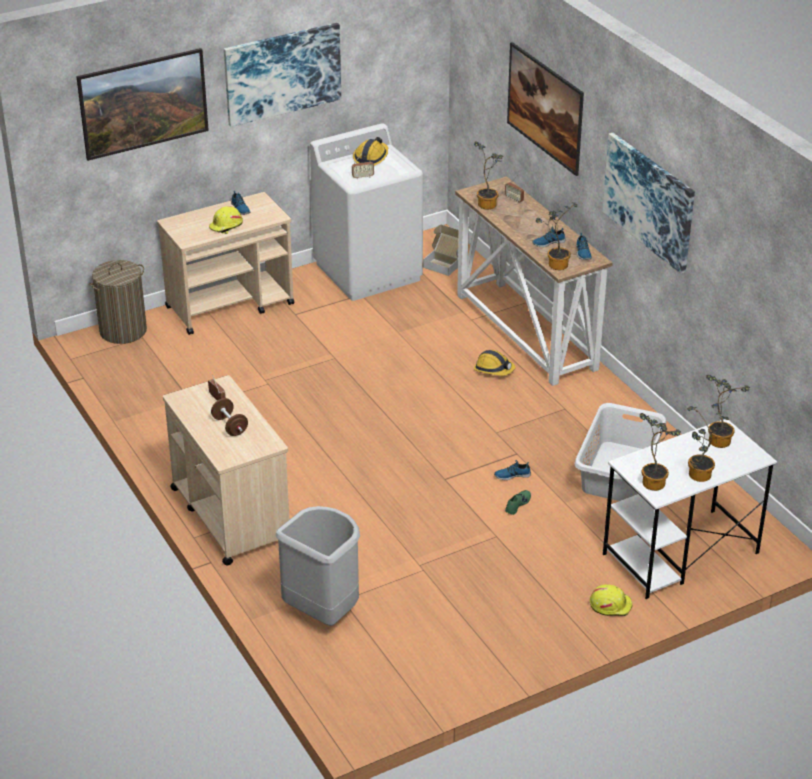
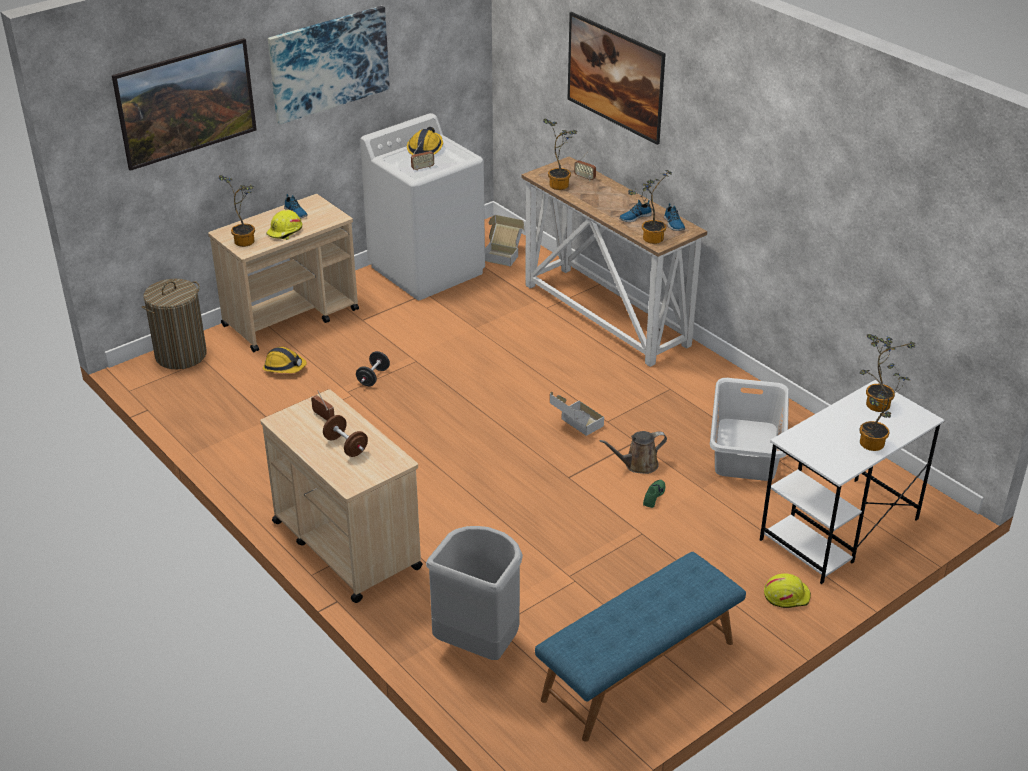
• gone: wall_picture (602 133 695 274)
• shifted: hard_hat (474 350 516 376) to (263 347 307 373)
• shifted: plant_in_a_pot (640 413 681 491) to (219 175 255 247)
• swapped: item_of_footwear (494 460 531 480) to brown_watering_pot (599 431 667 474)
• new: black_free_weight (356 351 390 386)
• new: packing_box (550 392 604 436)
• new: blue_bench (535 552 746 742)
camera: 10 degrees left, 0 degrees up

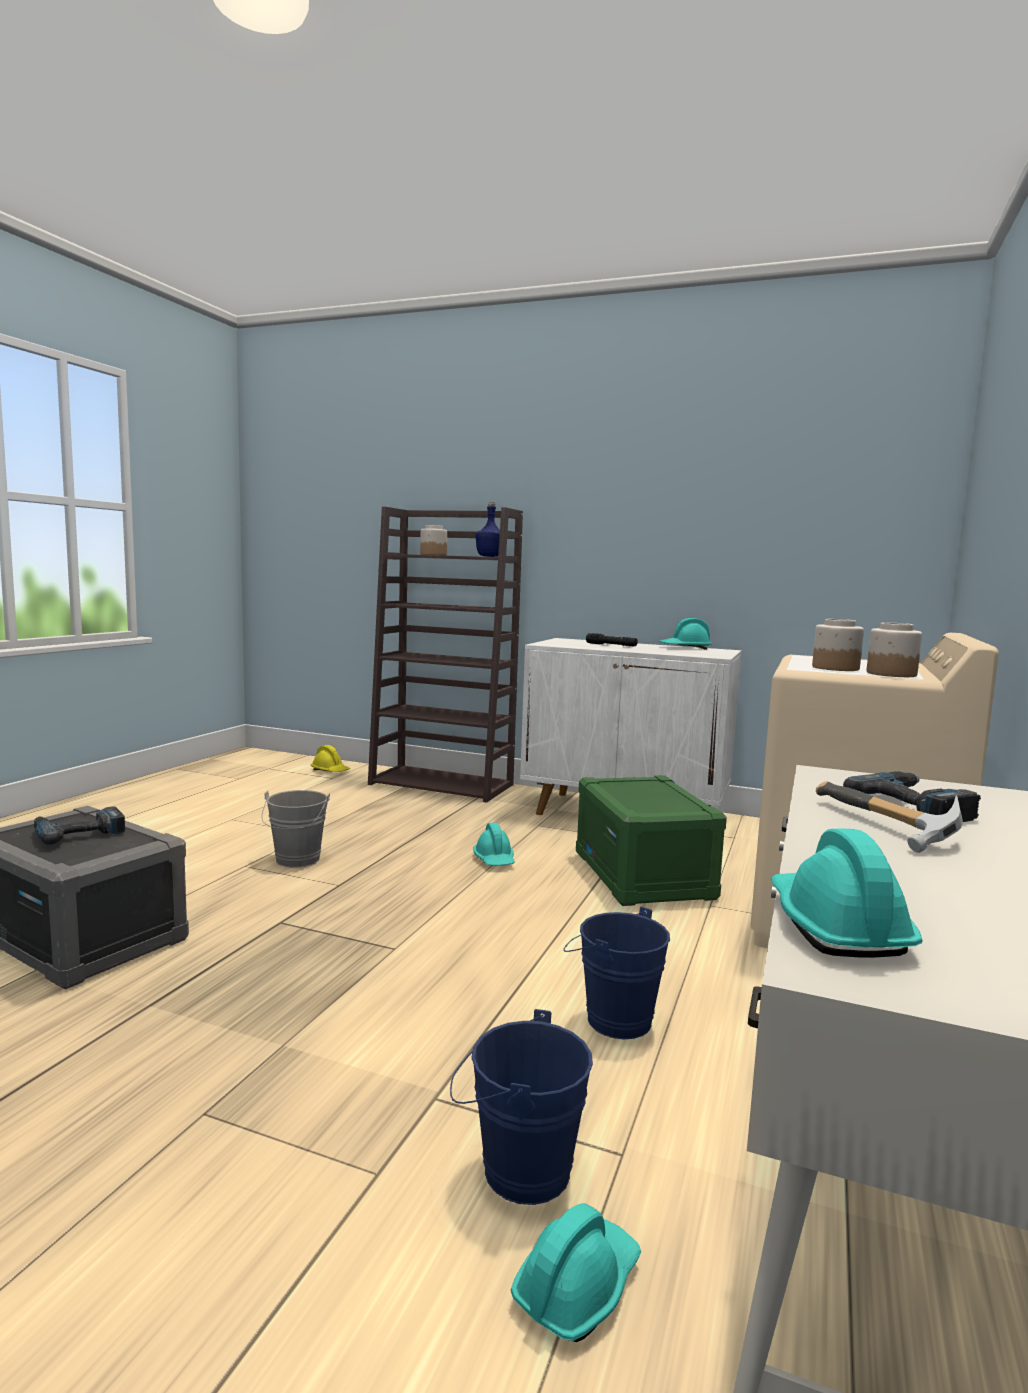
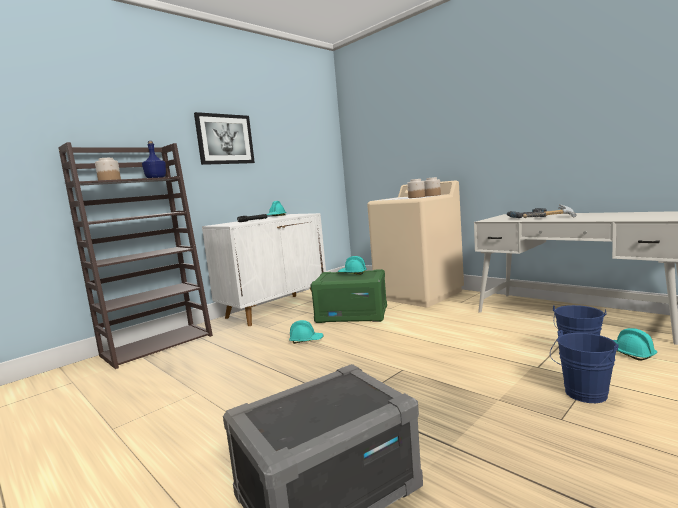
• gone: yellow-coloured_hard_hat (310 745 350 772)
• gone: gray_pail (262 790 330 867)
• gone: power_drill (34 807 125 845)
• shifted: blue-green_hard_hat (771 829 923 958) to (338 256 367 275)
• shifted: blue_pail (563 907 670 1039) to (550 330 619 403)
• new: wall_picture (194 112 255 165)
camera: 65 degrees left, 0 degrees up

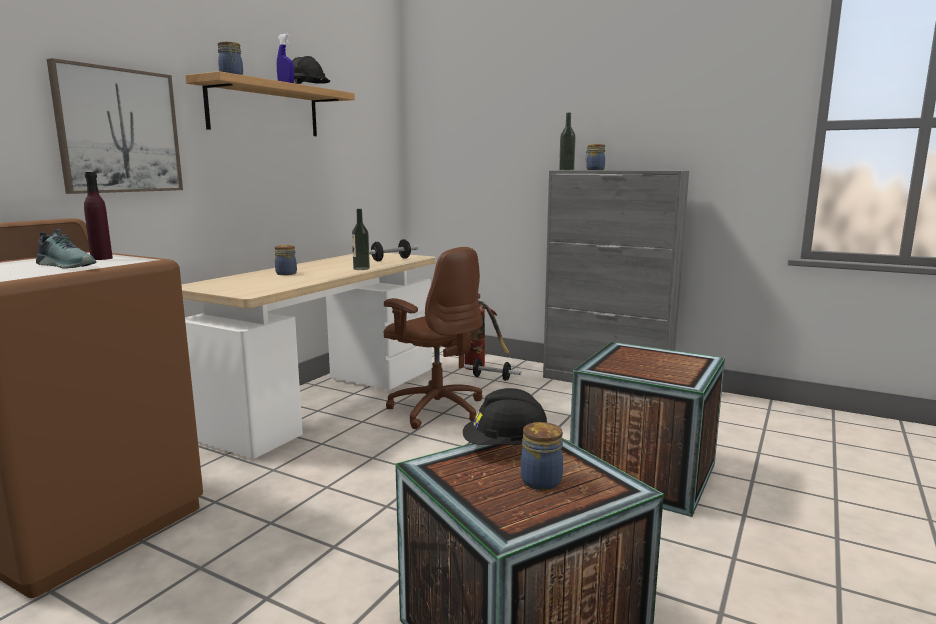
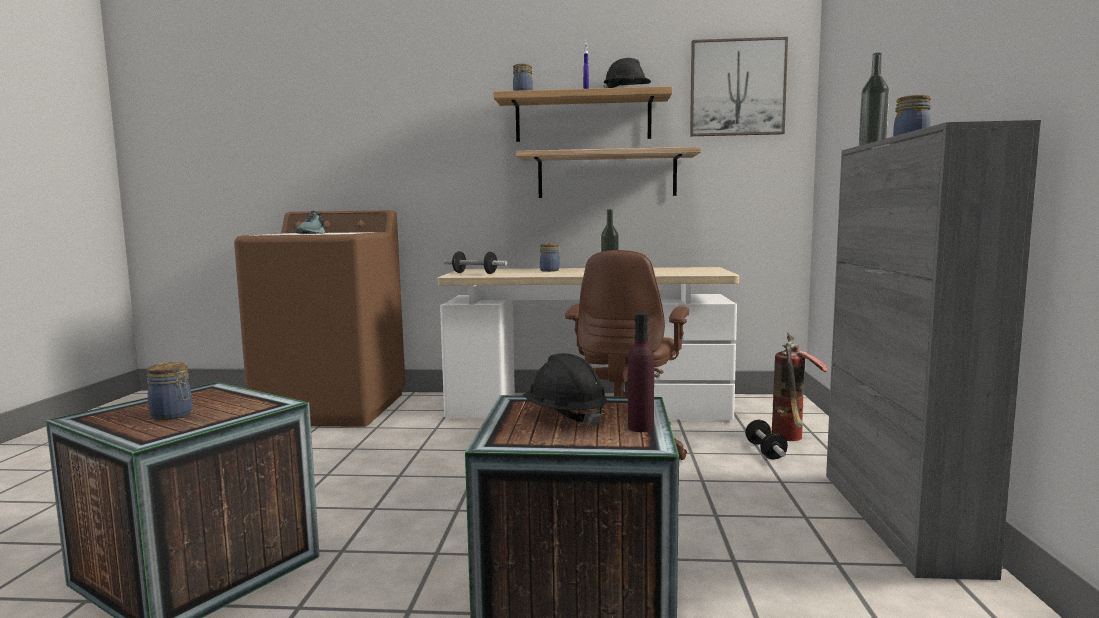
• shifted: wall_picture (47 58 183 194) to (690 37 788 136)
• shifted: purple-coloured_drink_bottle (84 172 113 260) to (628 313 654 432)
• shifted: free_weight (369 239 418 261) to (443 251 507 274)
• shifted: black_hard_hat (463 388 547 445) to (523 353 607 427)
• new: wall_shelf (516 147 701 198)
camera: 65 degrees right, 5 degrees down

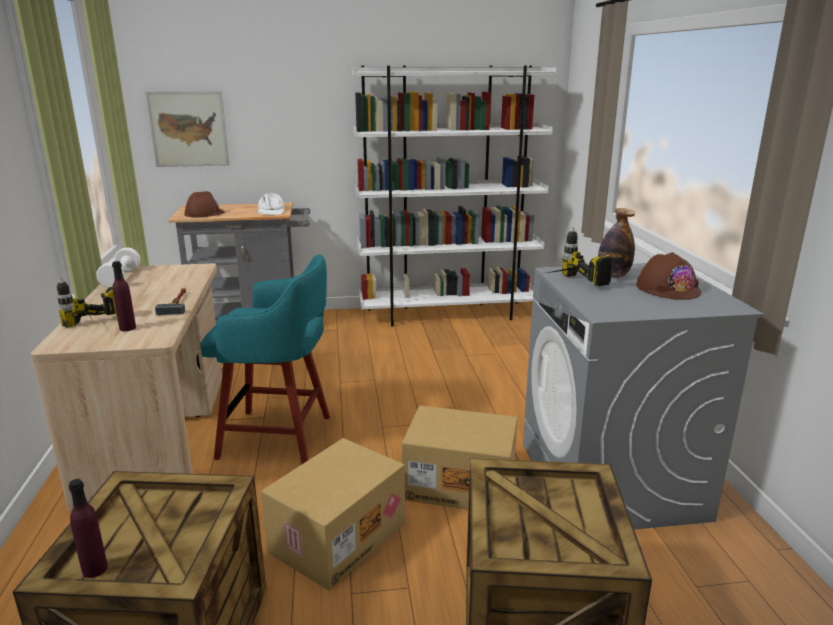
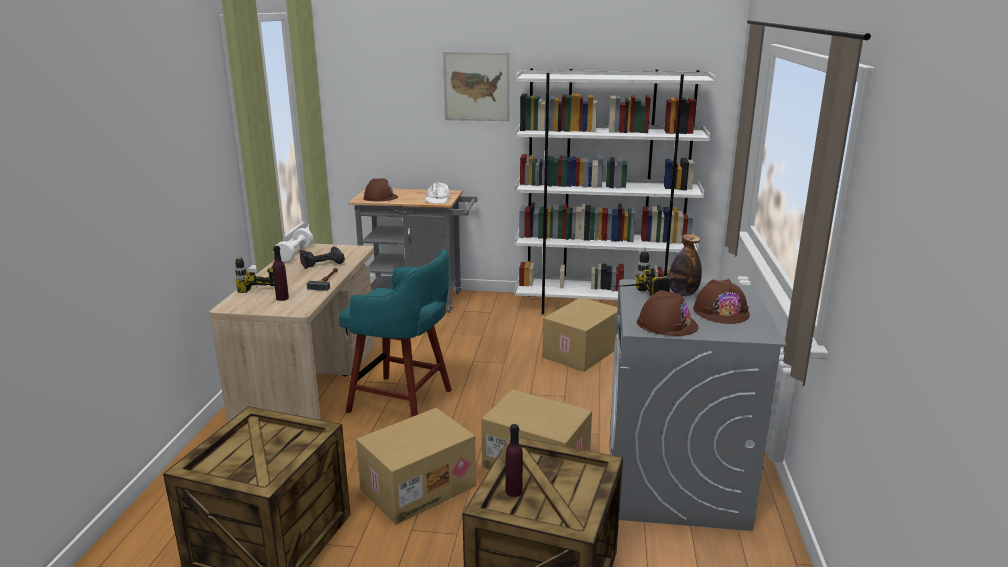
• shifted: wall_picture (145 91 230 167) to (443 52 510 121)
• shifted: purple-coloured_drink_bottle (69 479 108 578) to (506 424 523 497)
• new: power_drill (299 247 345 269)
• new: brown_hard_hat (637 290 699 336)
• new: packing_box (542 297 617 372)
camera: 15 degrees right, 0 degrees up

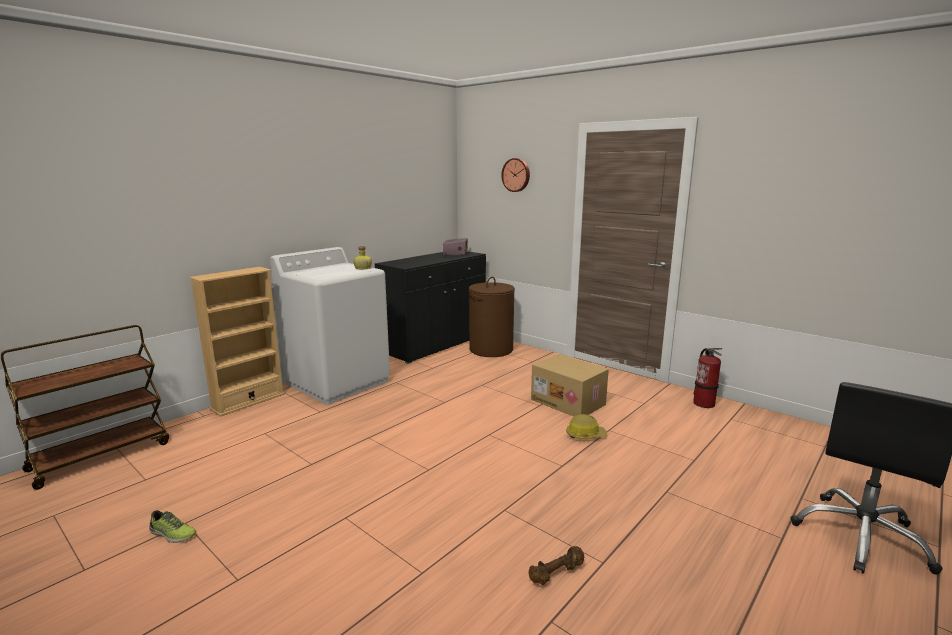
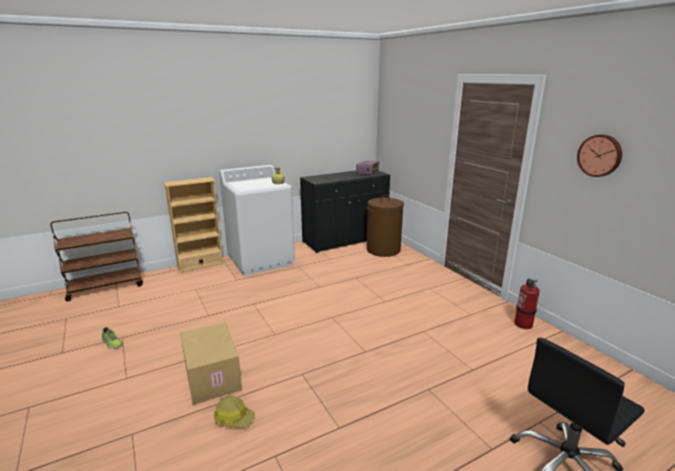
• shifted: clock_on_the_wall (501 158 530 192) to (577 135 622 177)
• shifted: packing_box (531 354 609 417) to (181 322 242 404)
• shifted: hard_hat (566 414 607 439) to (214 396 256 428)
• gone: brown_free_weight (529 546 585 585)
camera: 20 degrees right, 5 degrees up

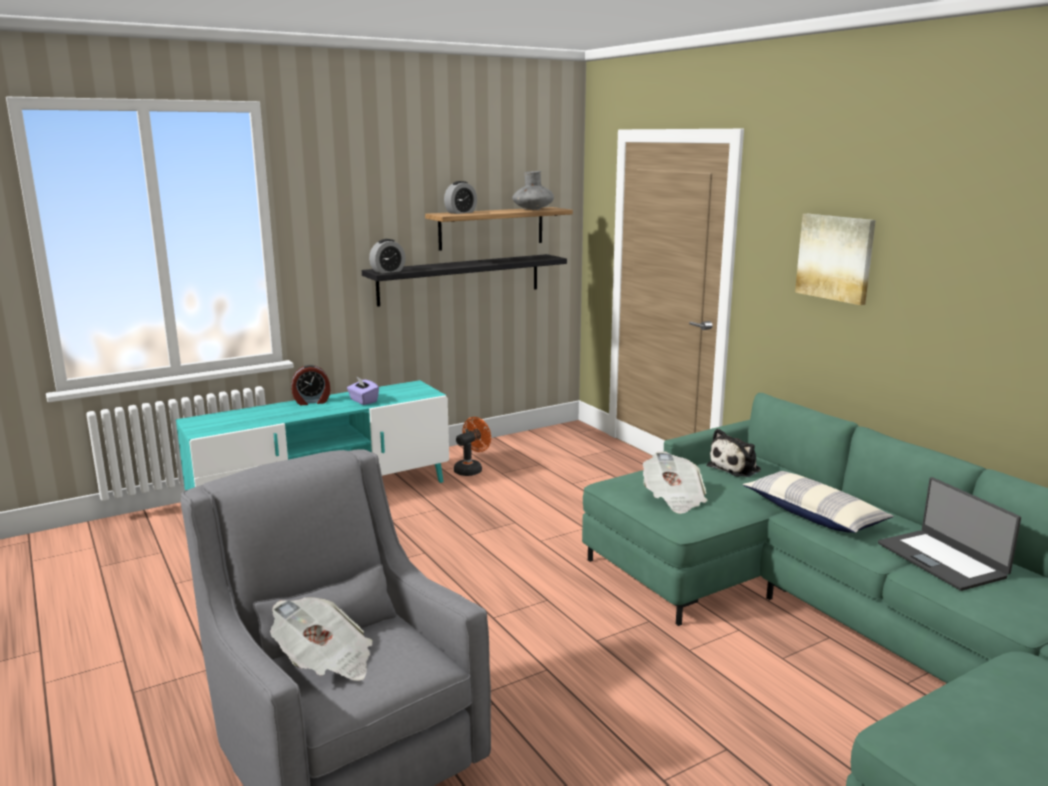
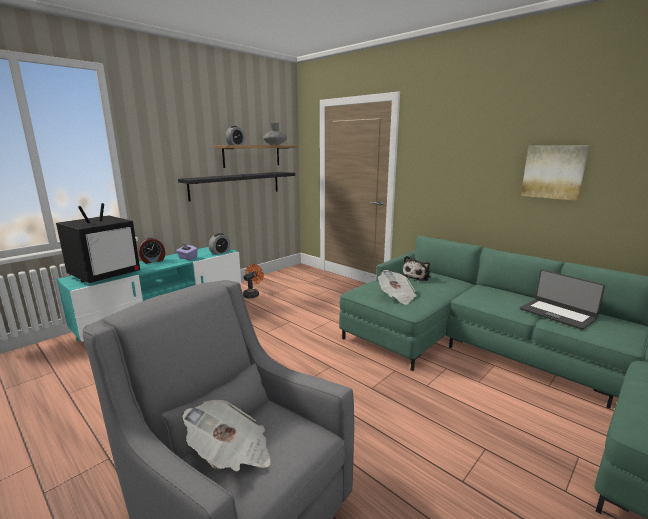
• shifted: wall_picture (795 214 876 305) to (521 145 589 201)
• shifted: alarm_clock (369 239 406 273) to (209 233 230 255)
• gone: throw_pillow (743 471 894 533)
• new: television (56 203 140 283)
camera: 15 degrees left, 0 degrees up

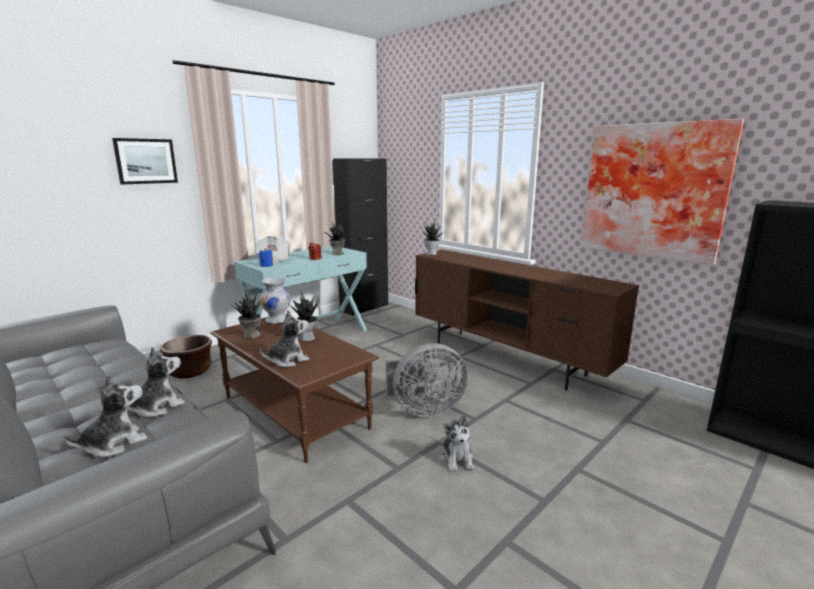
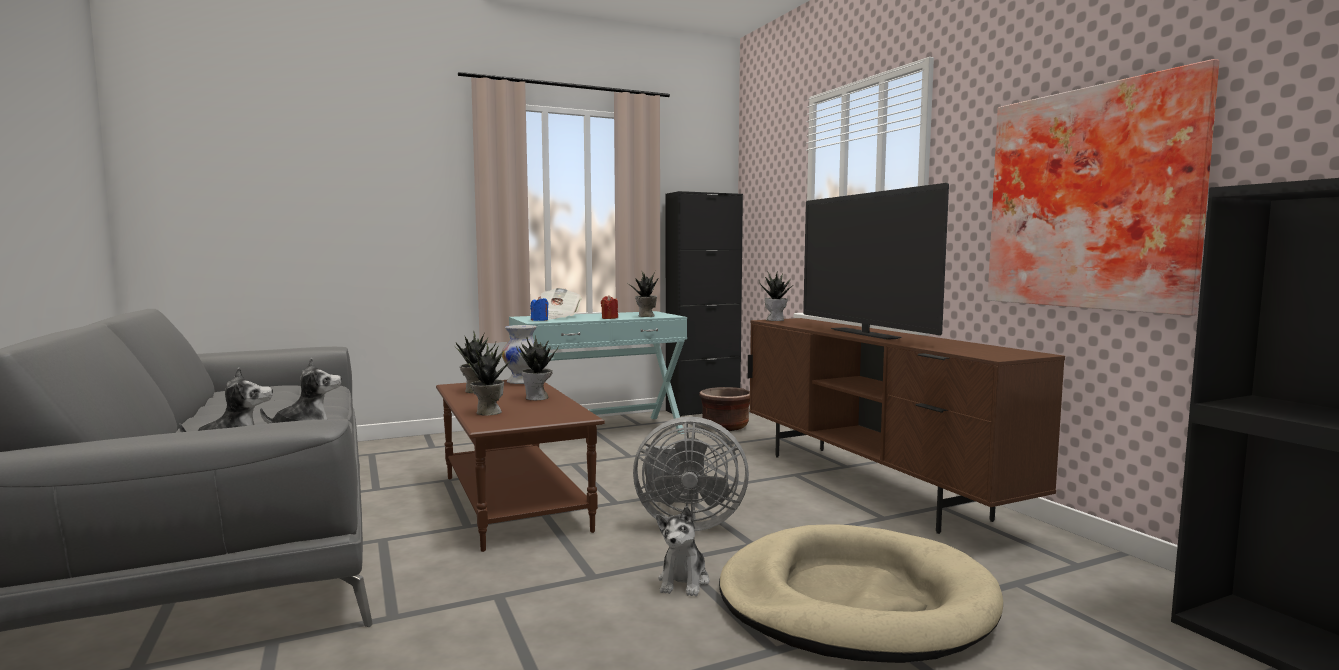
• gone: wall_picture (112 138 178 185)
• swapped: cuddly_toy (259 310 309 367) to plant_in_a_pot (465 343 513 415)
• shifted: brown_flower_pot (160 335 212 378) to (699 387 750 431)
• new: television (803 183 949 340)
• new: beige-coloured_dog_cushion (719 524 1003 663)
camera: 20 degrees right, 10 degrees down

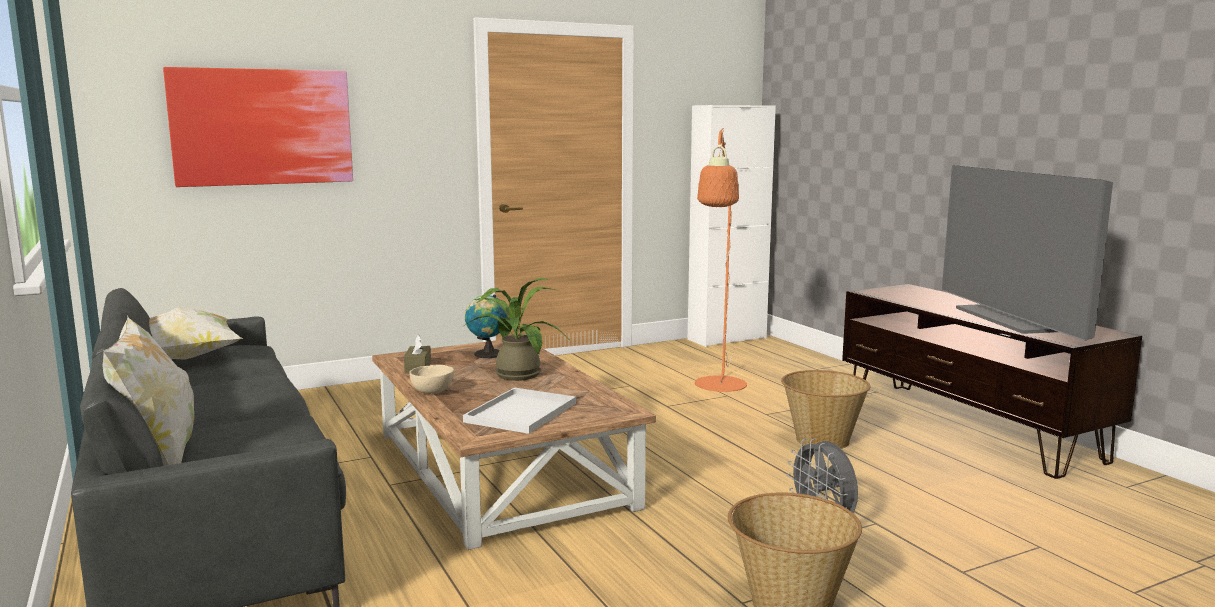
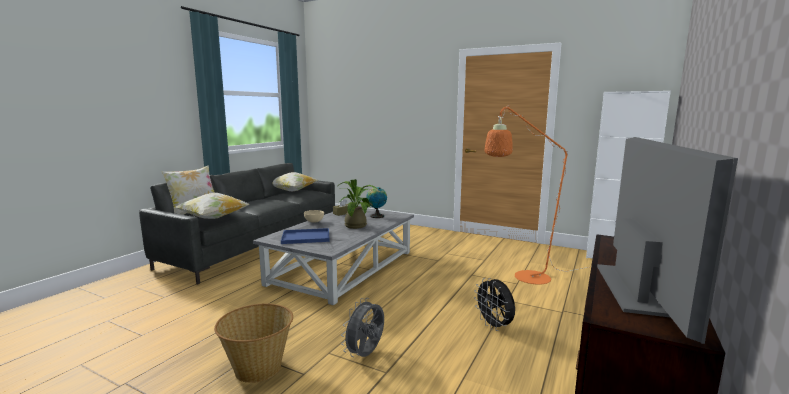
• gone: wall_picture (163 67 353 187)
• rotated: television (942 165 1113 341) = (597 137 738 344) 150 degrees clockwise
• repainted: brown_low_table (372 340 656 550) to gray_low_table (253 208 414 305)
• swapped: basket (781 370 870 449) to black_electric_fan (474 278 515 331)
• repainted: white_tray (463 387 576 434) to blue_tray (281 228 330 244)
• new: throw_pillow (175 193 250 219)
camera: 55 degrees right, 0 degrees up

